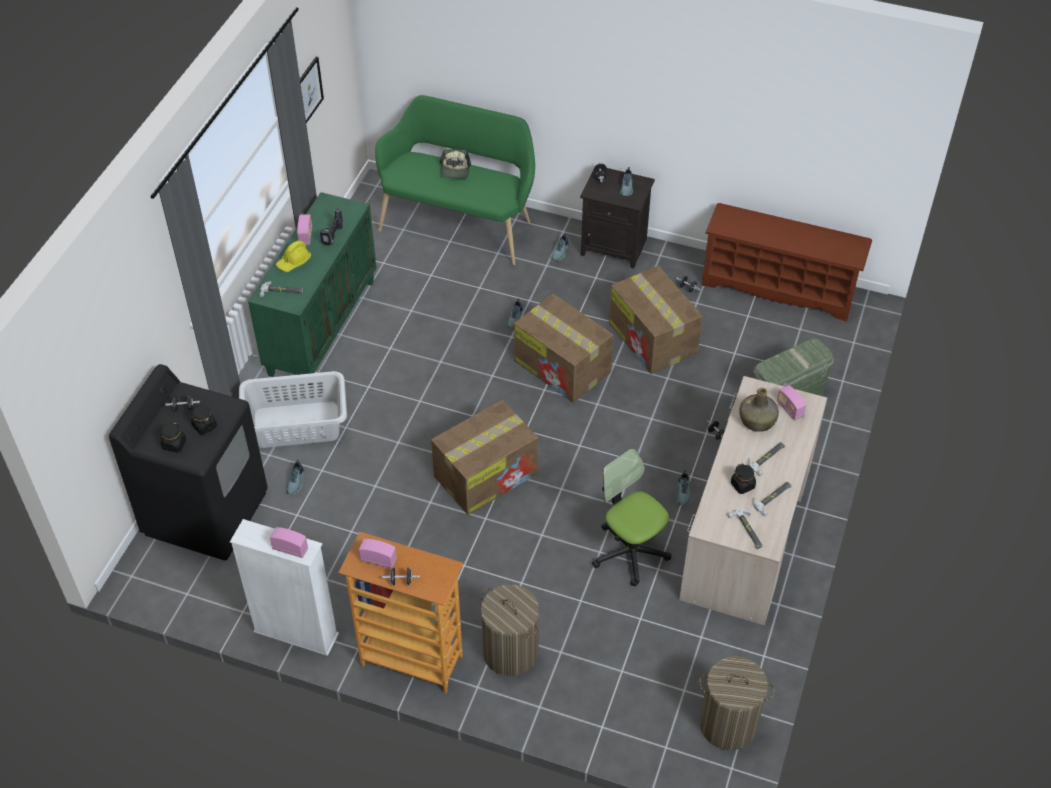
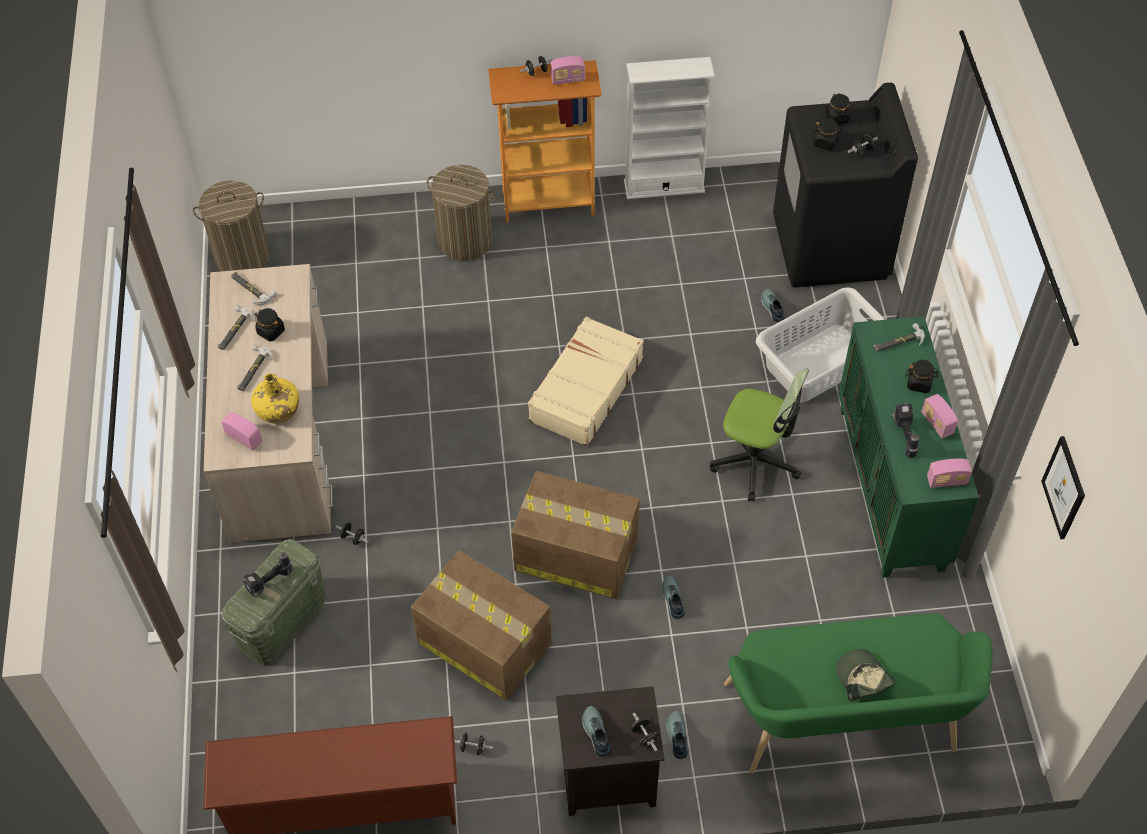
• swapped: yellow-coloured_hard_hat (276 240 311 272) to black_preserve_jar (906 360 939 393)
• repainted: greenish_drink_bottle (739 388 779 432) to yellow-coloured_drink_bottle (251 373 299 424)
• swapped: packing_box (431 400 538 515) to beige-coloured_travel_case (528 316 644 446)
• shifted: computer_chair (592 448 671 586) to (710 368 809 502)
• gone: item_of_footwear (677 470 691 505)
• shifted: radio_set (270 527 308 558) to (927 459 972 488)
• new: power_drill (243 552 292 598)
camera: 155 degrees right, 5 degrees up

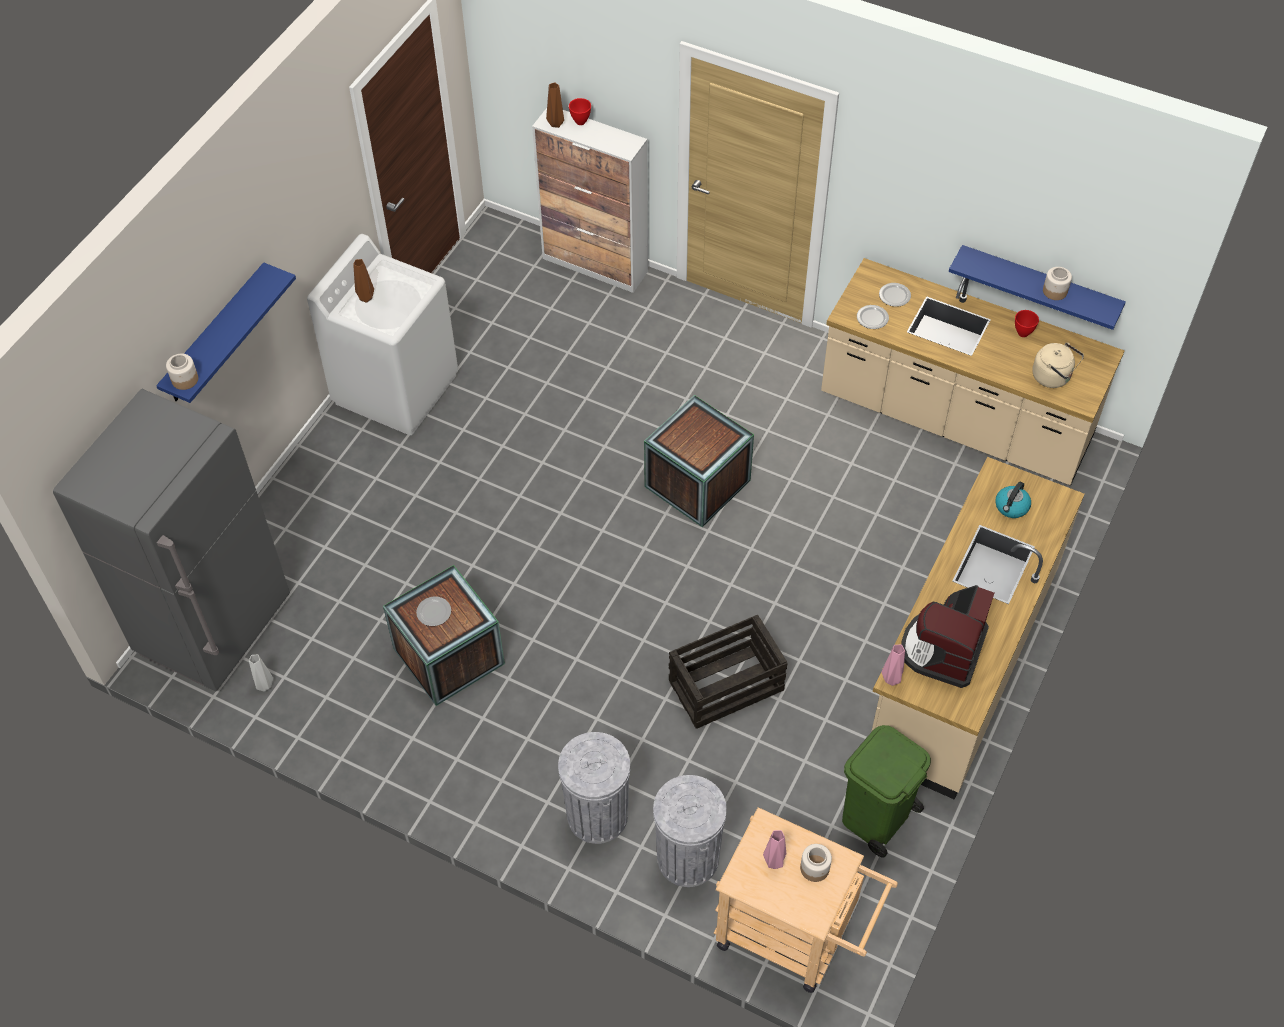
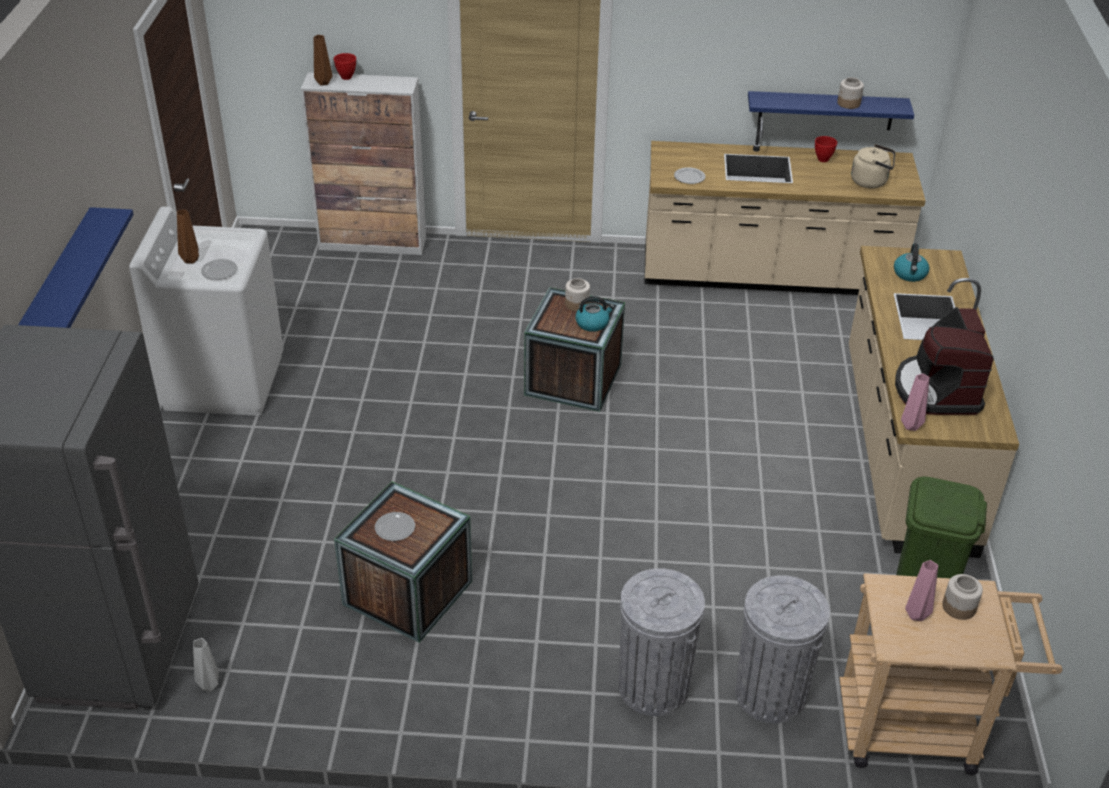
• shifted: flat_dish (879 283 911 307) to (201 259 238 280)
• shifted: preserve_jar (166 354 198 390) to (565 278 590 311)
• gone: shipping_crate (669 615 787 729)
• new: kettle (575 296 615 332)
camera: 25 degrees left, 15 degrees down

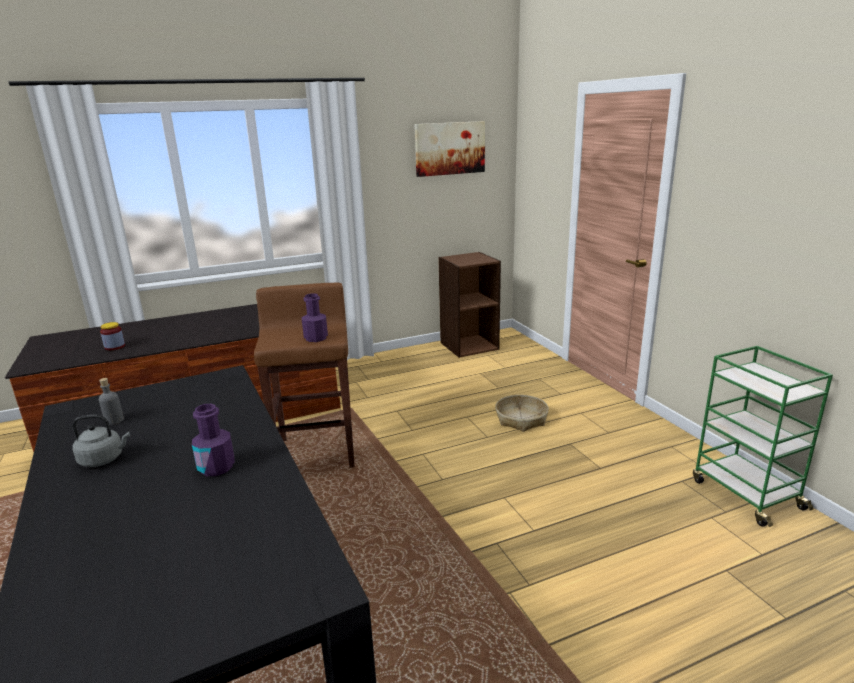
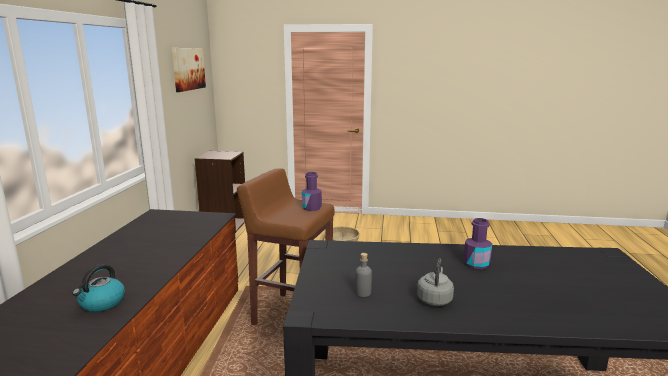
• swapped: preserve_jar (100 322 125 350) to kettle (72 264 125 312)
• gone: greenish_cart (693 346 833 527)
camera: 60 degrees left, 5 degrees down

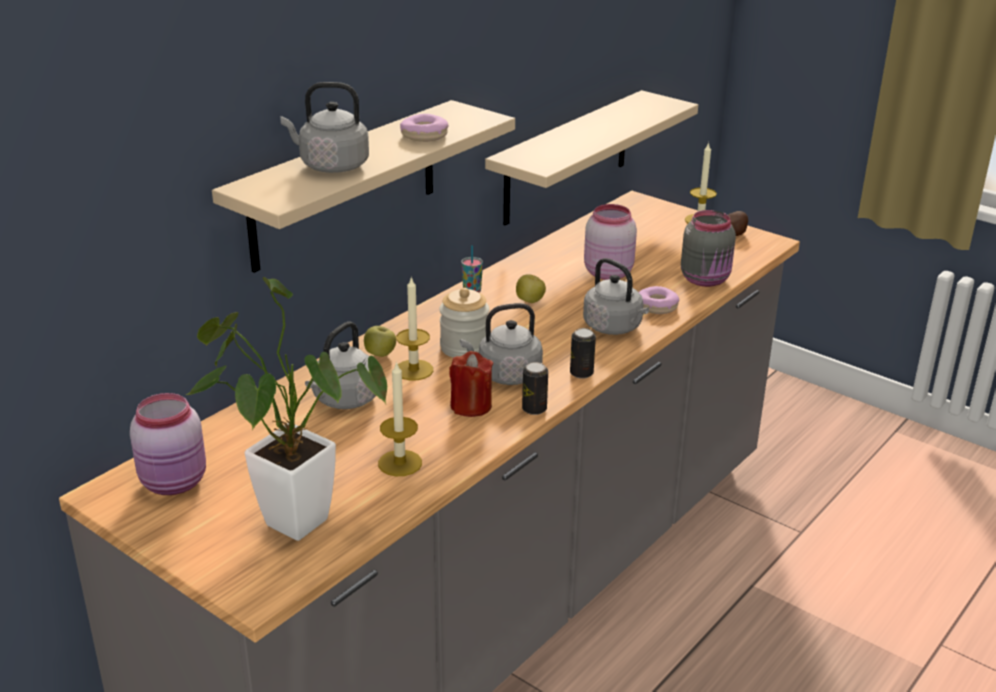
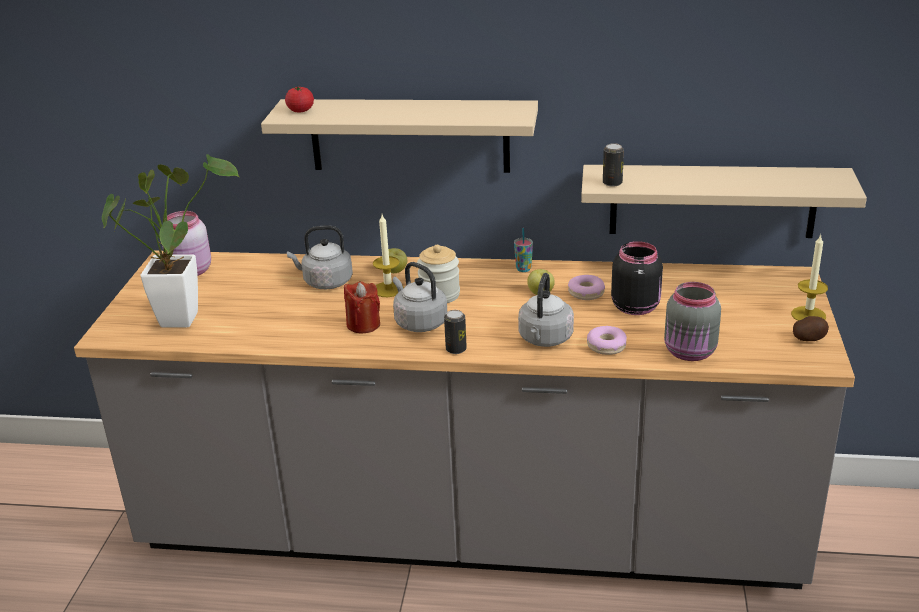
• gone: gray_kettle (280 82 369 173)
• shifted: ring_doughnut (400 114 448 142) to (568 275 605 300)
• repainted: pink_preserve_jar (584 204 637 280) to black_preserve_jar (611 241 663 315)
• gone: wax_light (378 361 422 476)
• shifted: sealed_can (522 362 548 415) to (603 143 624 187)
• new: whole_tomato (285 86 314 113)
camera: 60 degrees right, 0 degrees up

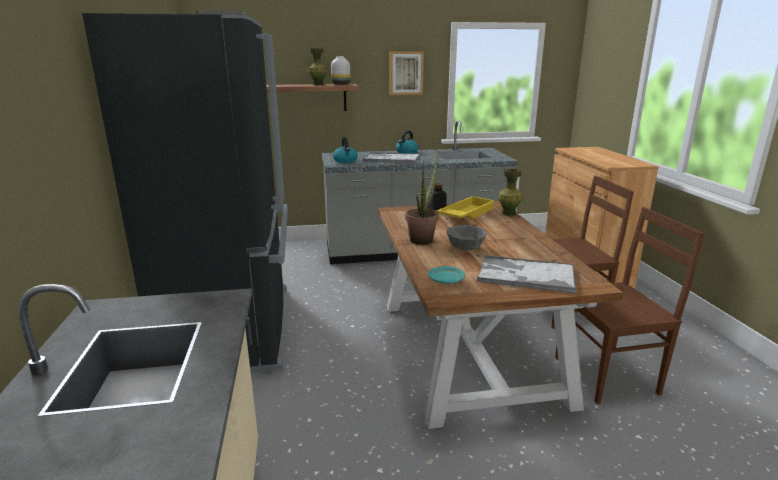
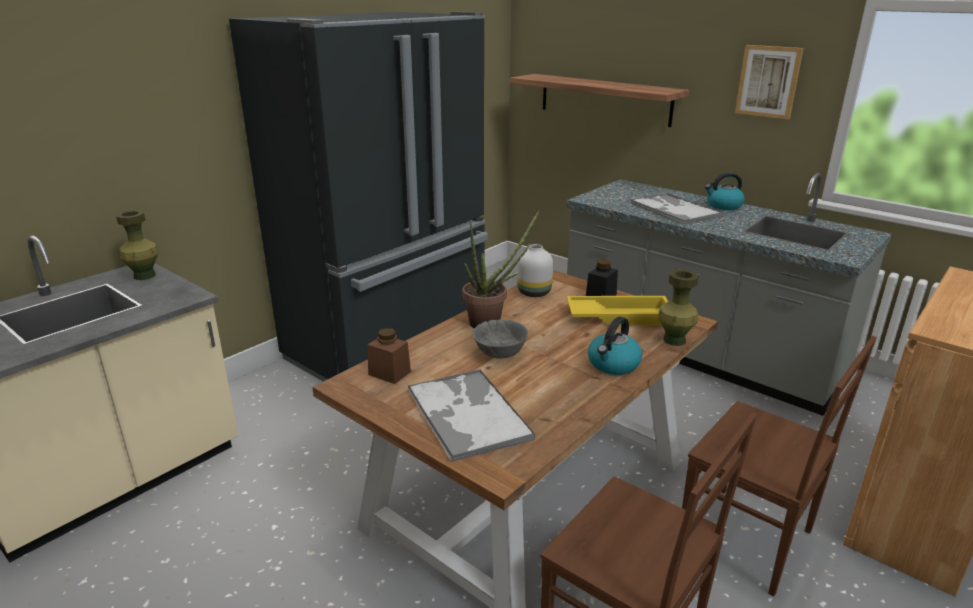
• shifted: greenish_decorative_vase (309 49 327 85) to (116 210 159 280)
• shifted: white_decorative_vase (331 56 350 85) to (517 244 553 297)
• shifted: kettle (333 137 358 163) to (588 316 642 375)
• swapped: blue-green_flat_dish (428 266 465 284) to brown_preserve_jar (367 328 411 384)
camera: 50 degrees right, 5 degrees up

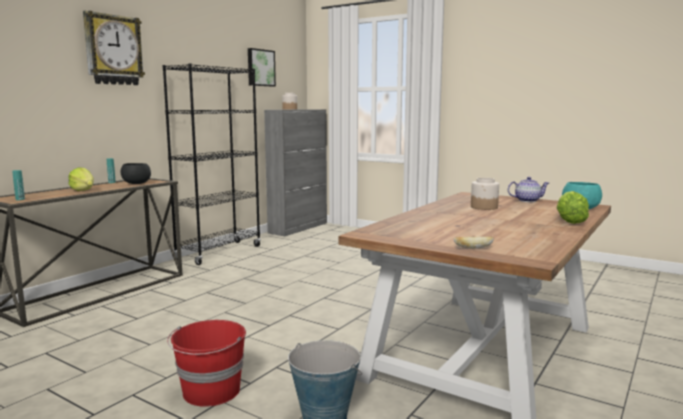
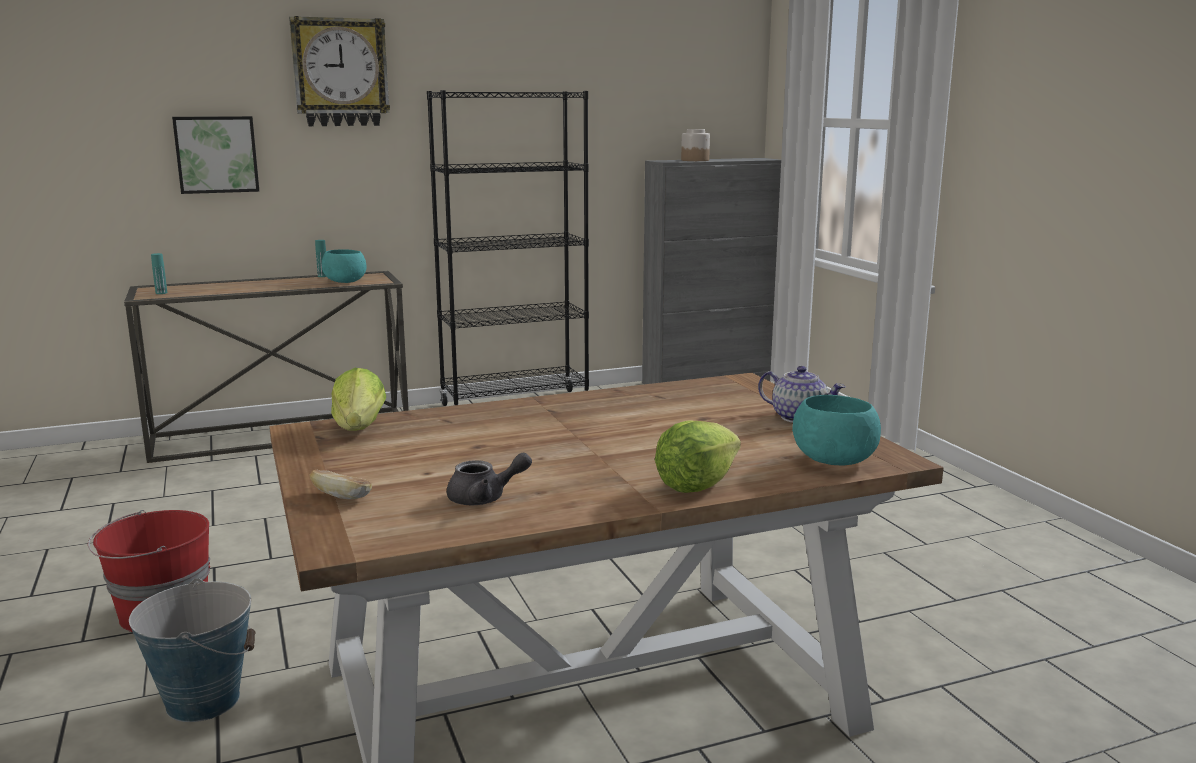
• shifted: wall_picture (248 48 276 87) to (172 116 259 194)
• repainted: black_serving_bowl (121 163 151 184) to blue-green_serving_bowl (322 249 366 283)
• shifted: head_of_lettuce (68 167 94 191) to (331 368 386 431)
• gone: preserve_jar (471 178 499 210)
• new: gray_teapot (447 452 532 505)
camera: 35 degrees right, 5 degrees up

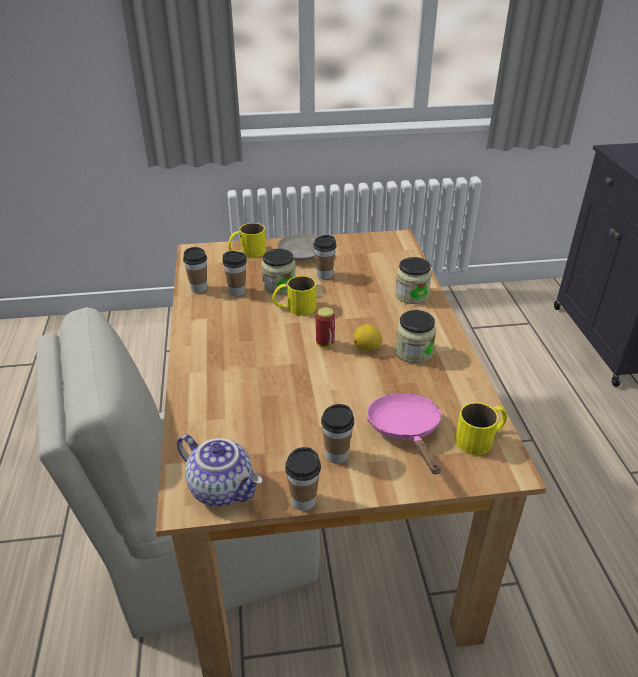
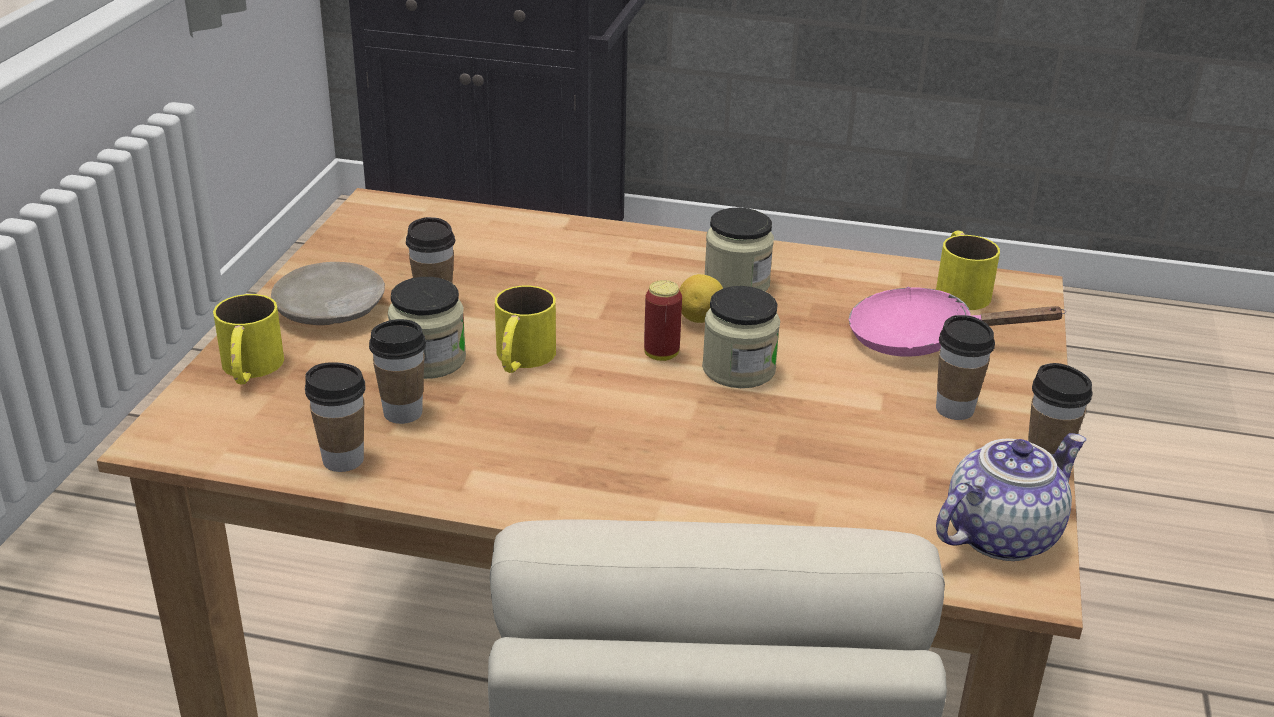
• shifted: preserve_jar (395 257 432 304) to (702 286 780 388)
camera: 70 degrees left, 5 degrees down

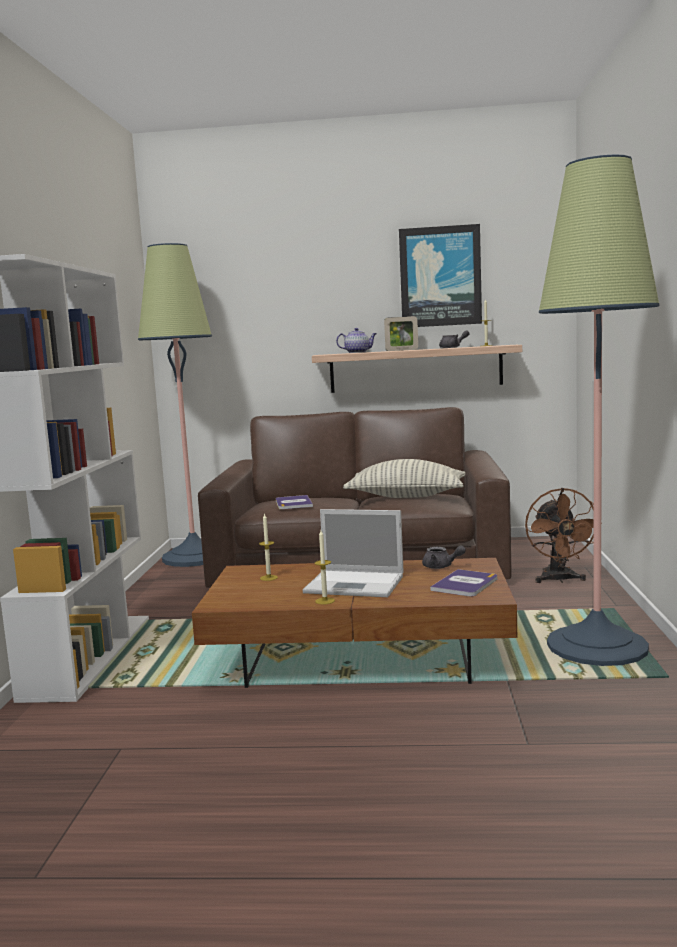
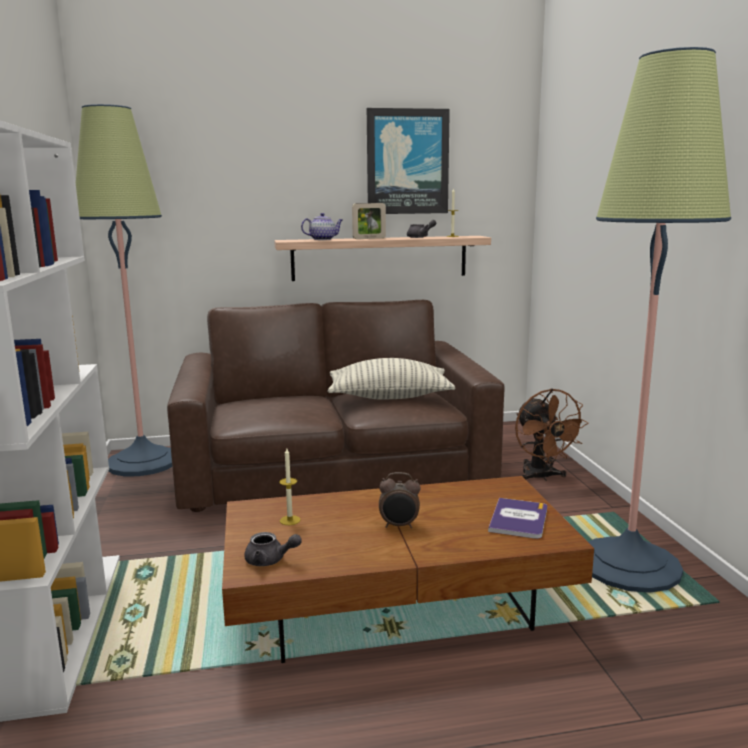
• gone: bound_book (276 495 313 509)
• swapped: notebook_computer (303 509 404 597) to alarm_clock (379 472 421 528)
• gone: wax_light (314 531 335 604)
• shifted: gray_teapot (422 545 466 569) to (244 532 302 566)
camera: 15 degrees left, 5 degrees up

